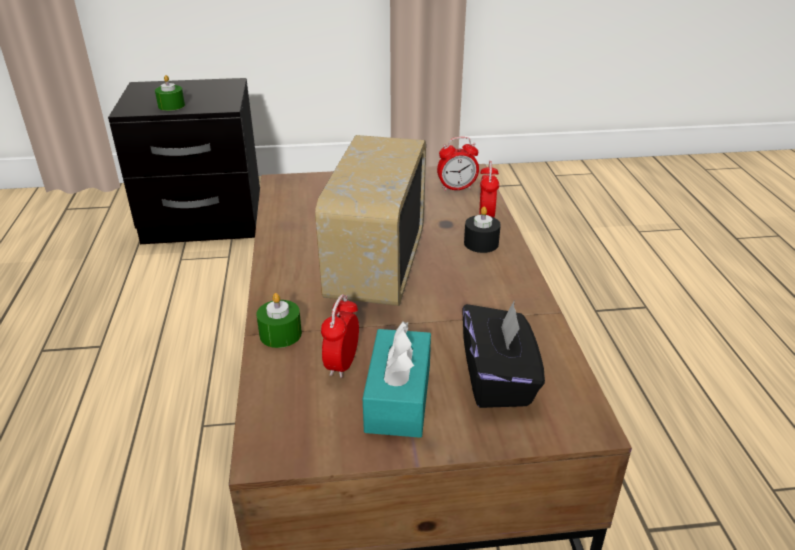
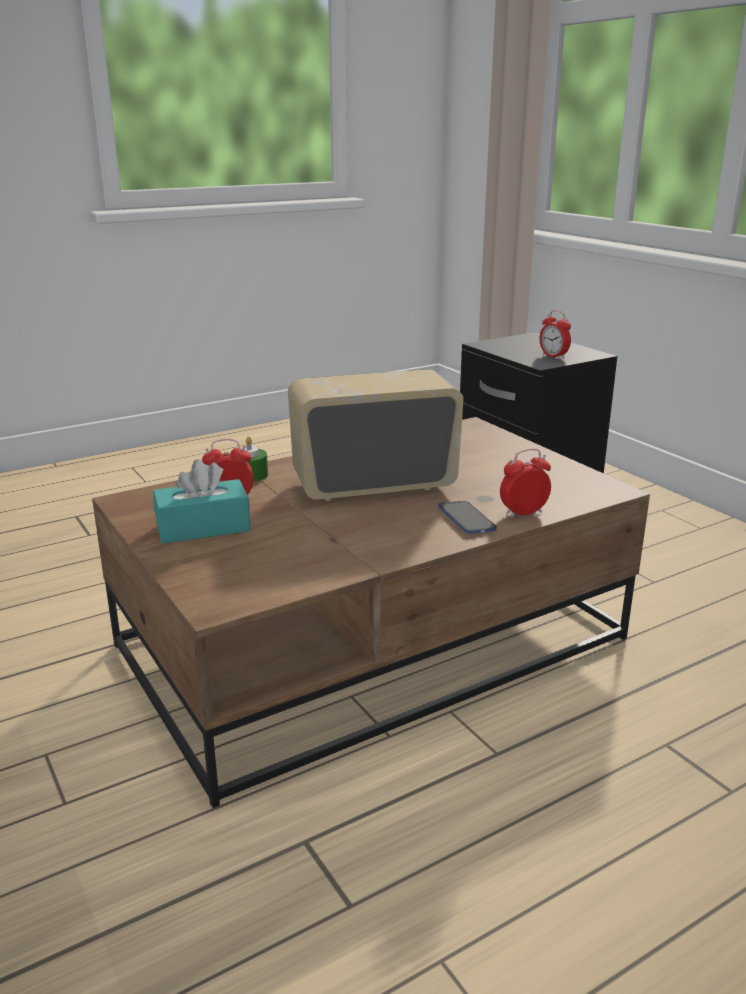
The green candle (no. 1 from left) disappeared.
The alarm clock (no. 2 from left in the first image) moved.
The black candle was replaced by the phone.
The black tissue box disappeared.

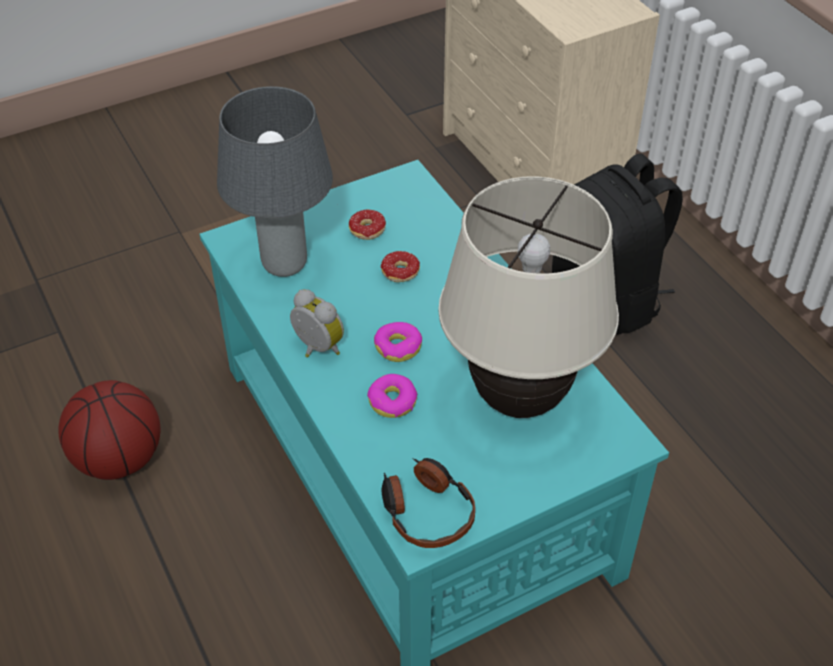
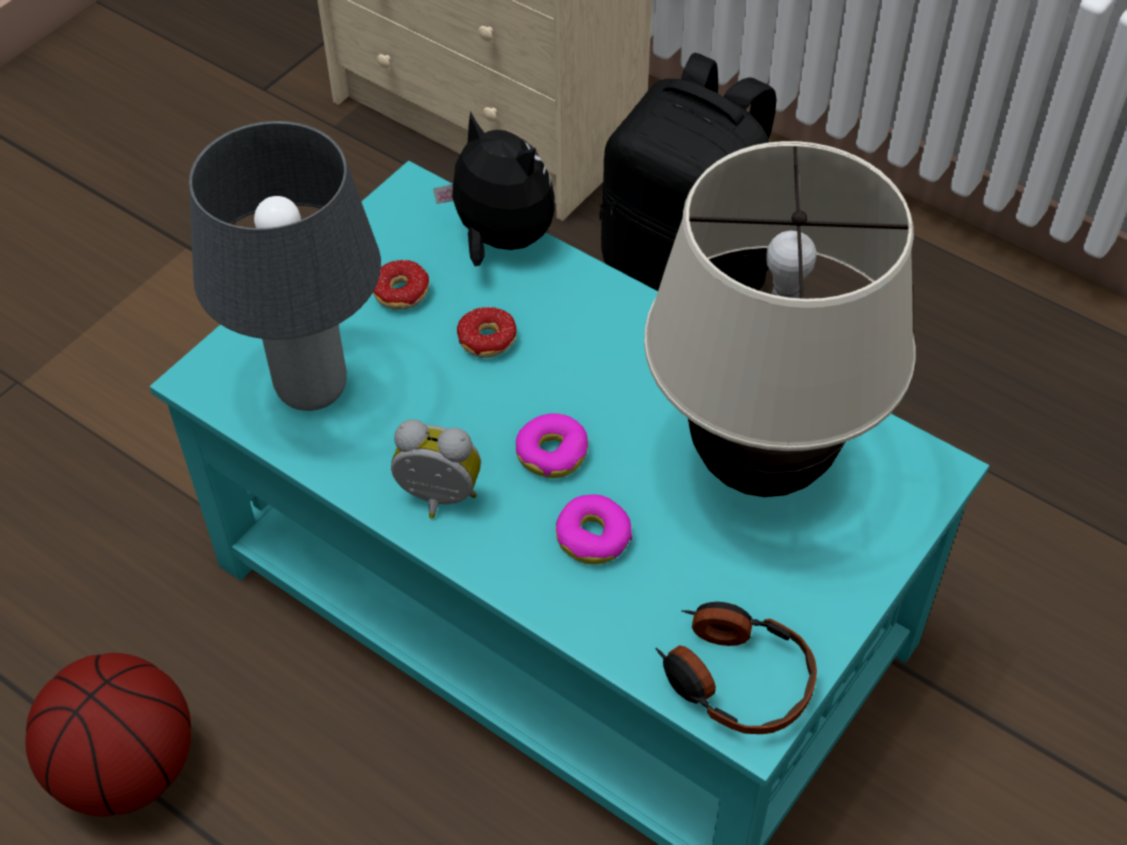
The plush toy appeared.

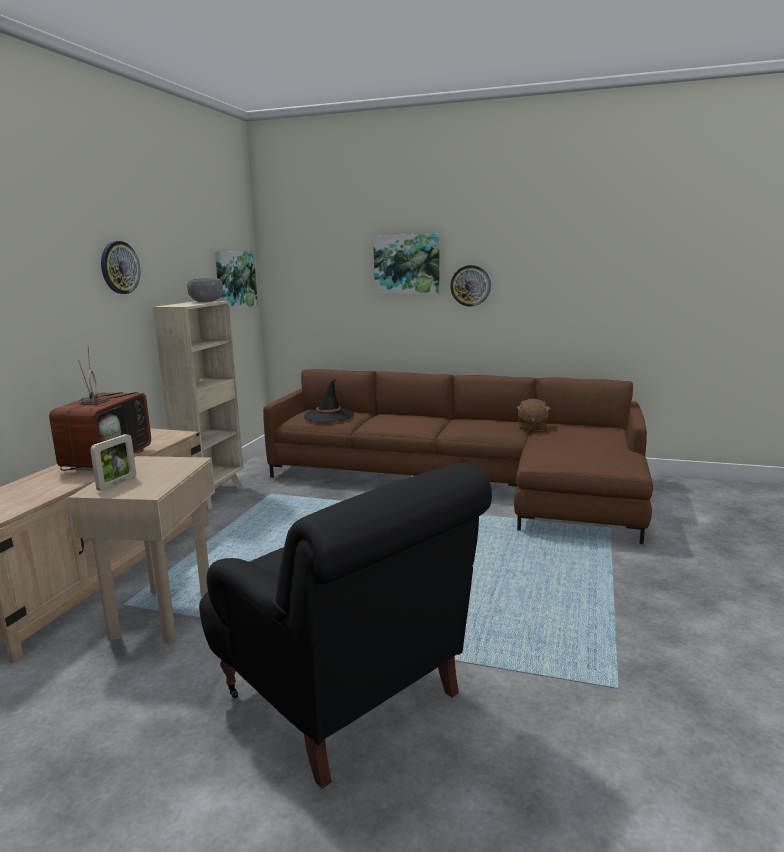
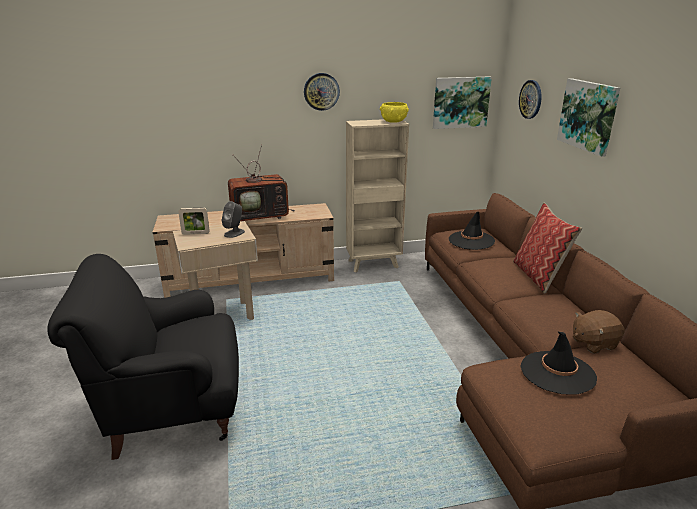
The wall clock (no. 2 from left) moved.
The grey bowl became the yellow bowl.
The black armchair turned 60 degrees clockwise.
The grey speaker appeared.
The pillow appeared.
The black hat (no. 2 from left) appeared.

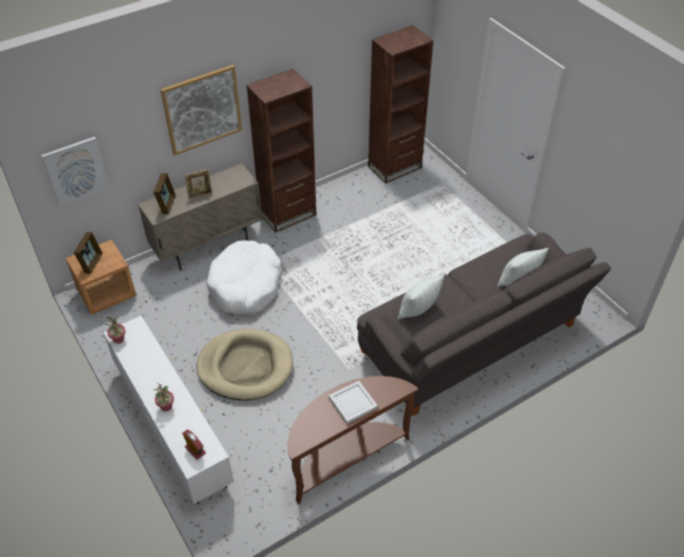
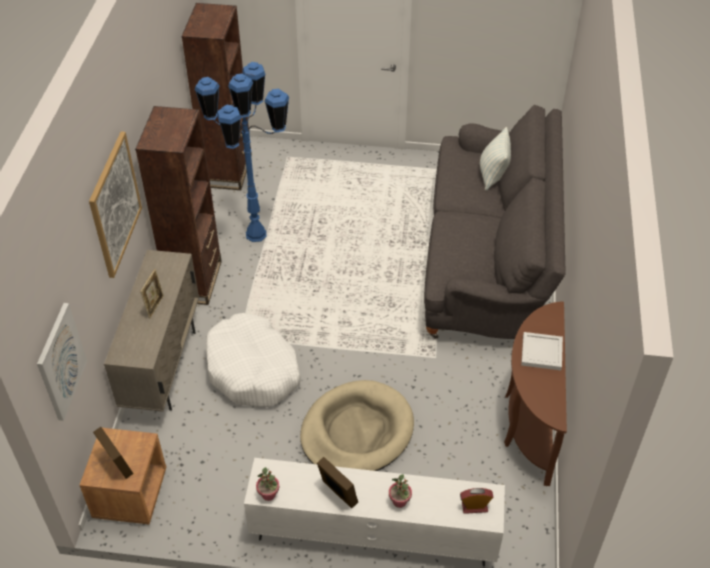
The picture frame (no. 2 from left in the first image) moved.
The pillow (no. 1 from left) disappeared.
The blue floor lamp appeared.

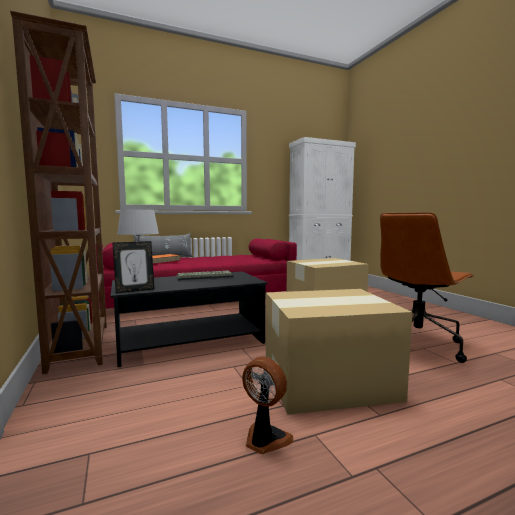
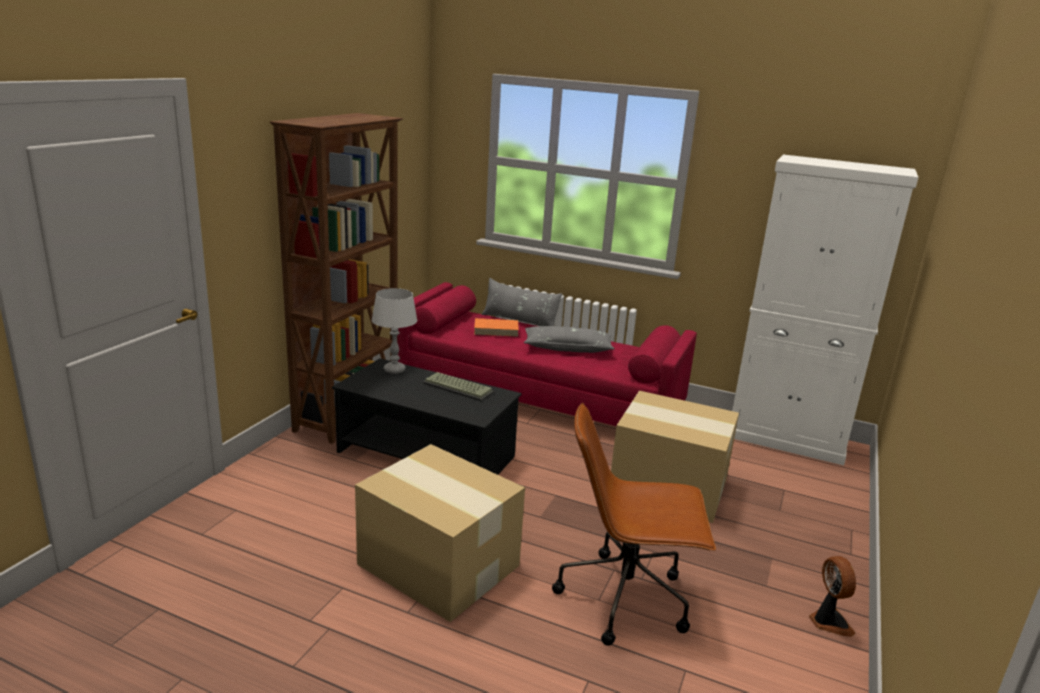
The picture frame disappeared.
The fan moved.
The grey pillow (no. 2 from left) appeared.

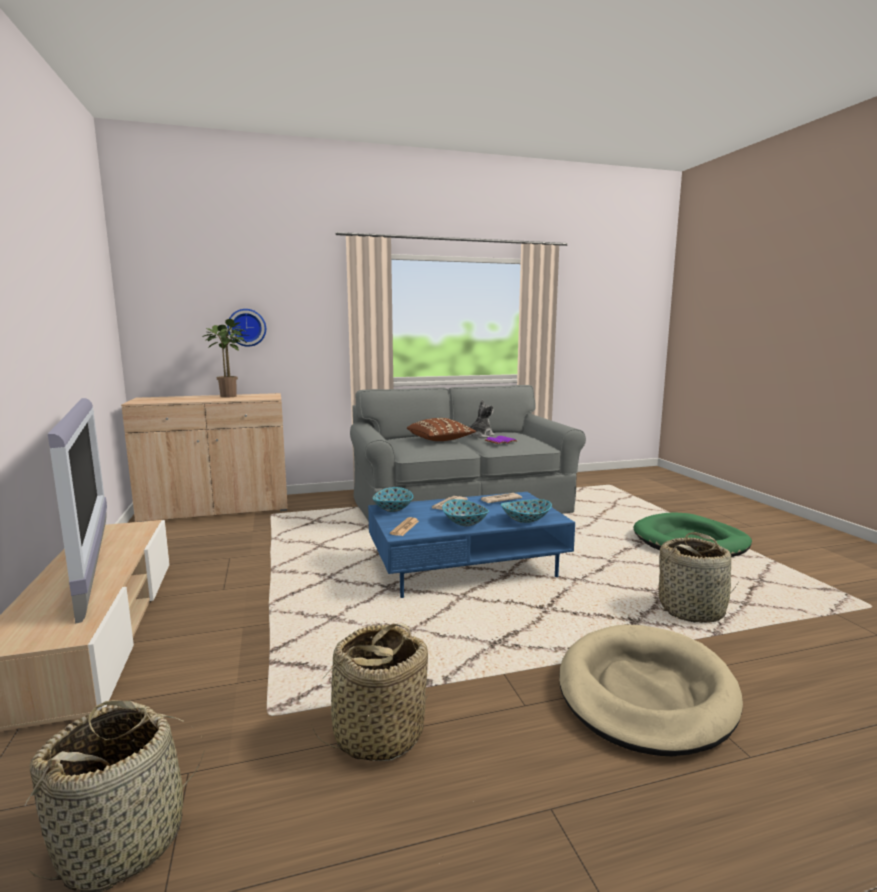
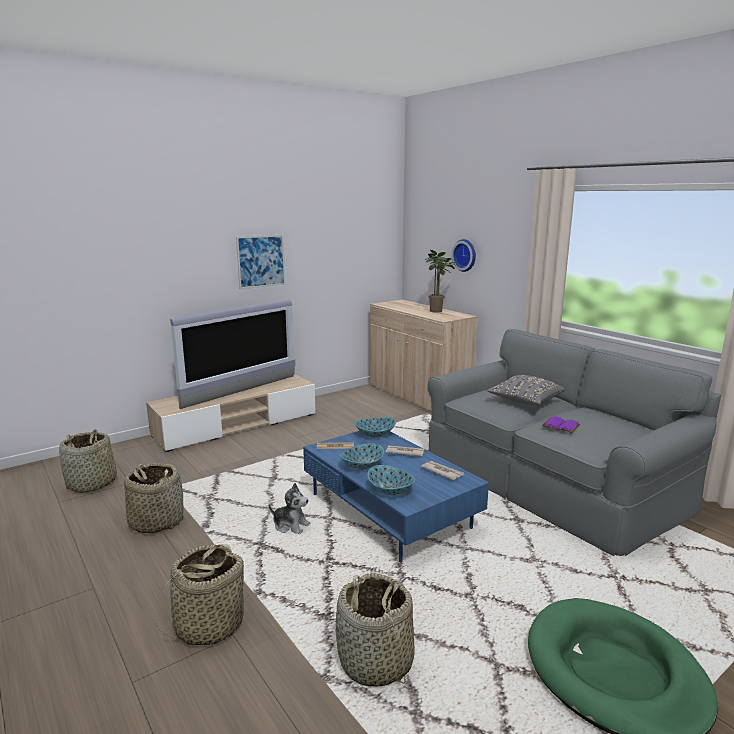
The plush toy moved.
The brown pillow became the grey pillow.
The beige dog bed was replaced by the basket (no. 3 from left).
The picture appeared.

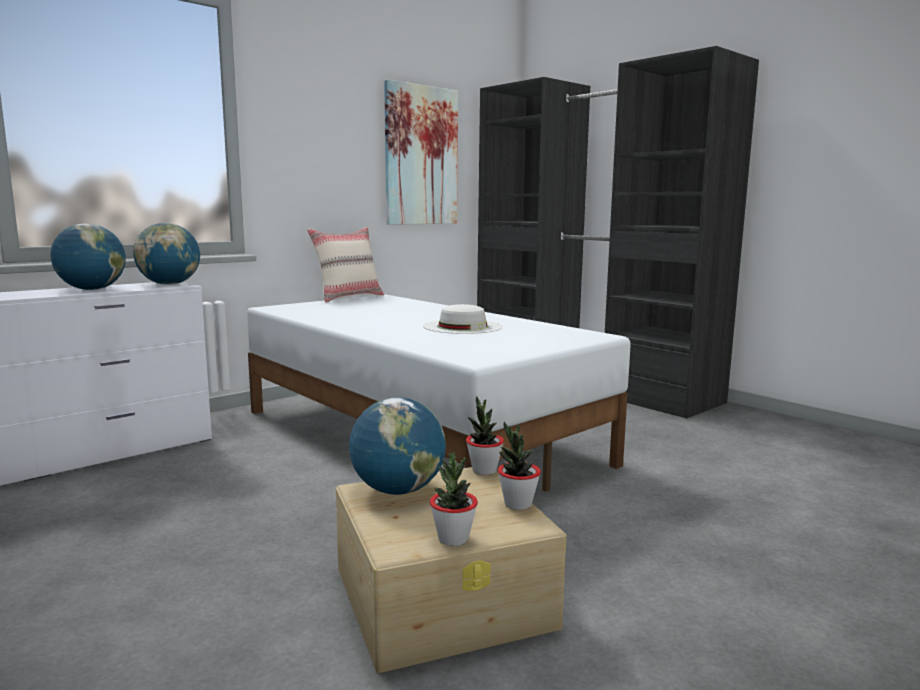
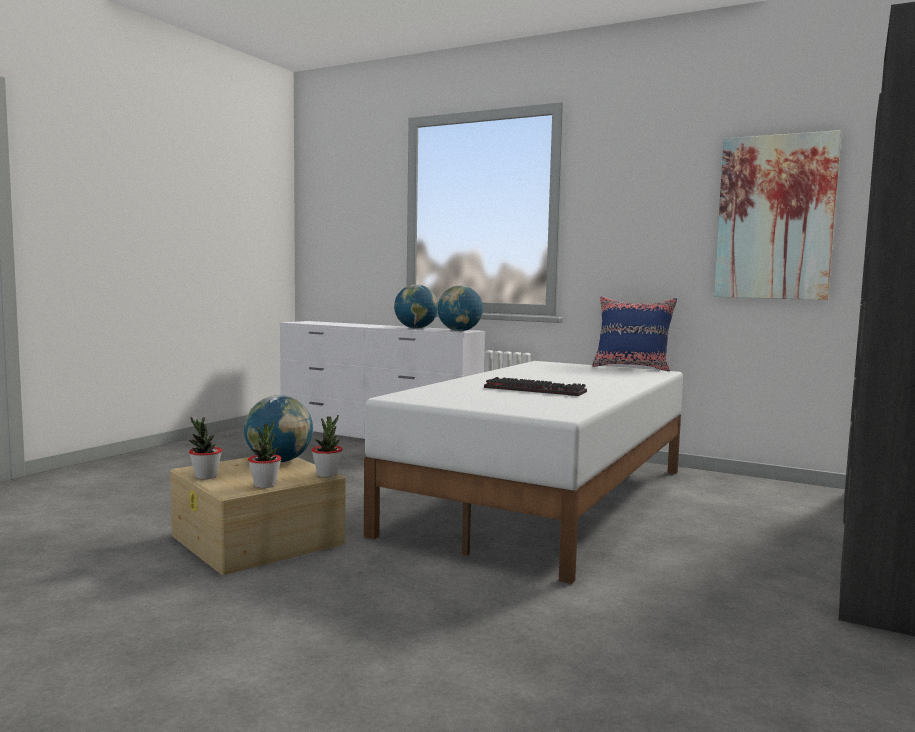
The beige pillow became the blue pillow.
The white hat was replaced by the keyboard.

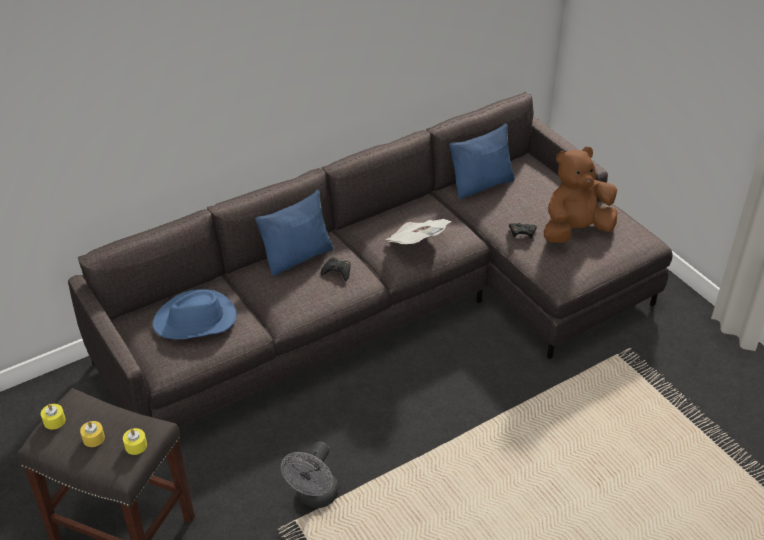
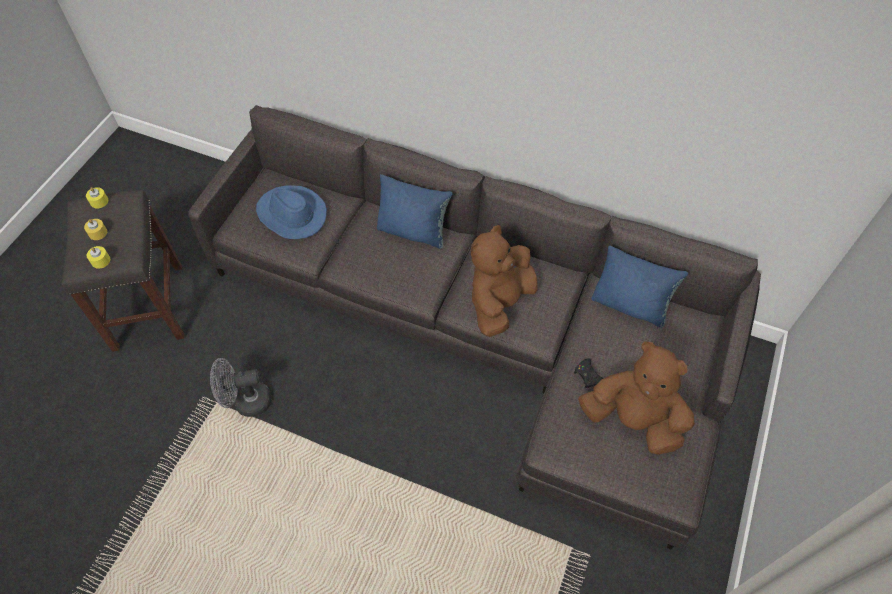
The newspaper was replaced by the brown plush toy (no. 1 from left).
The black game controller (no. 1 from left) disappeared.

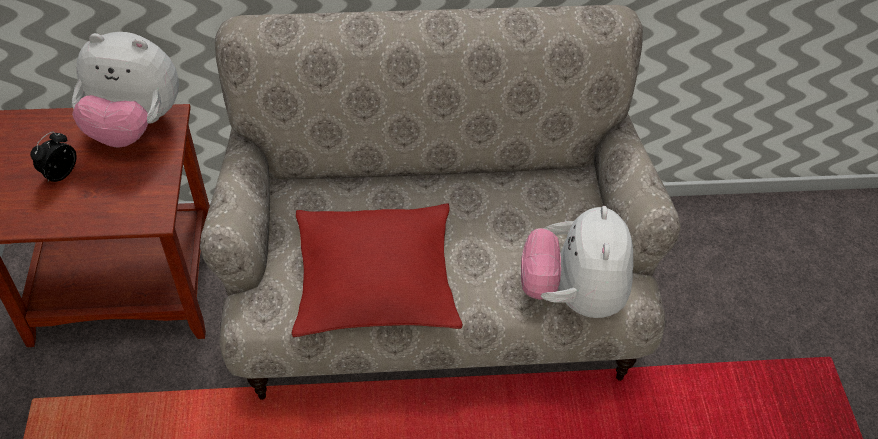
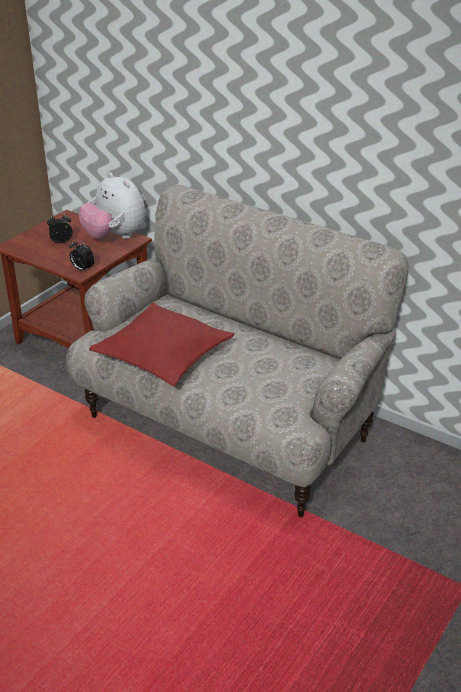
The plush toy (no. 2 from left) disappeared.
The alarm clock (no. 2 from left) appeared.

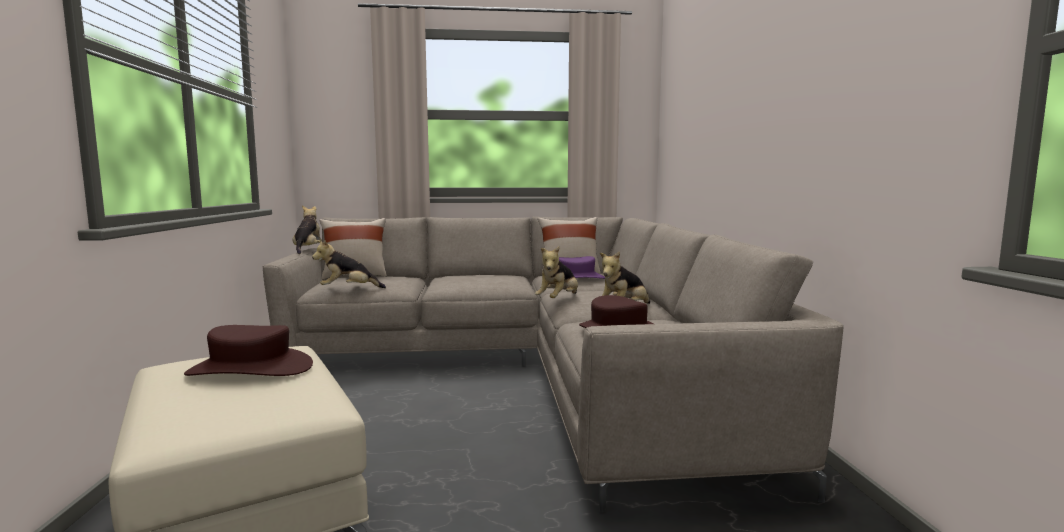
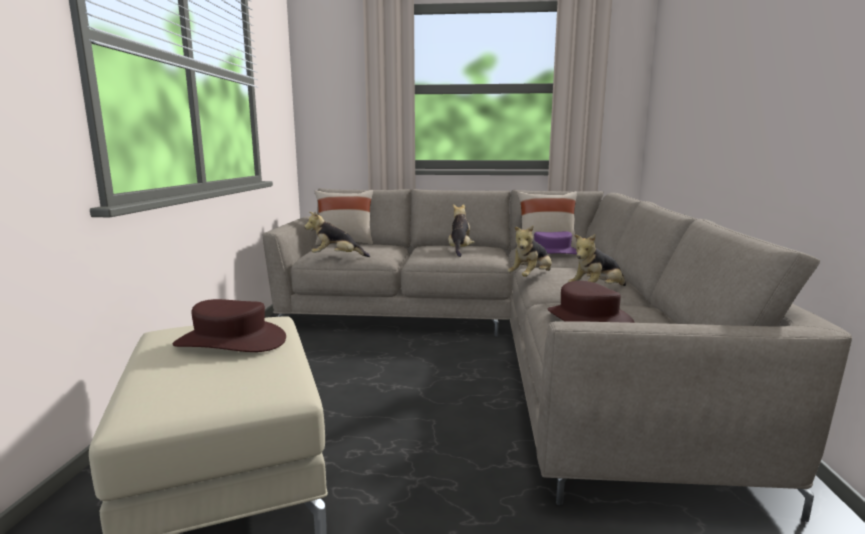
The plush toy (no. 1 from left in the first image) moved.

